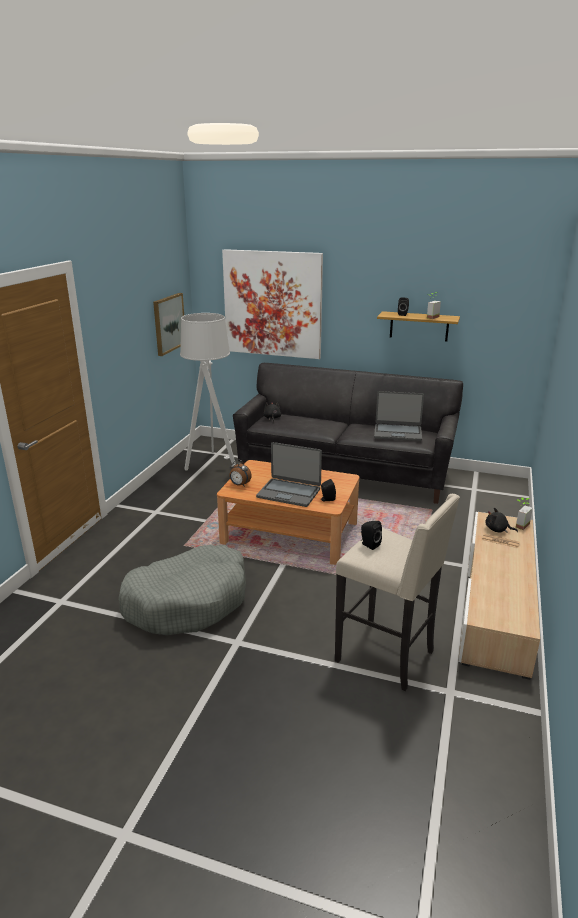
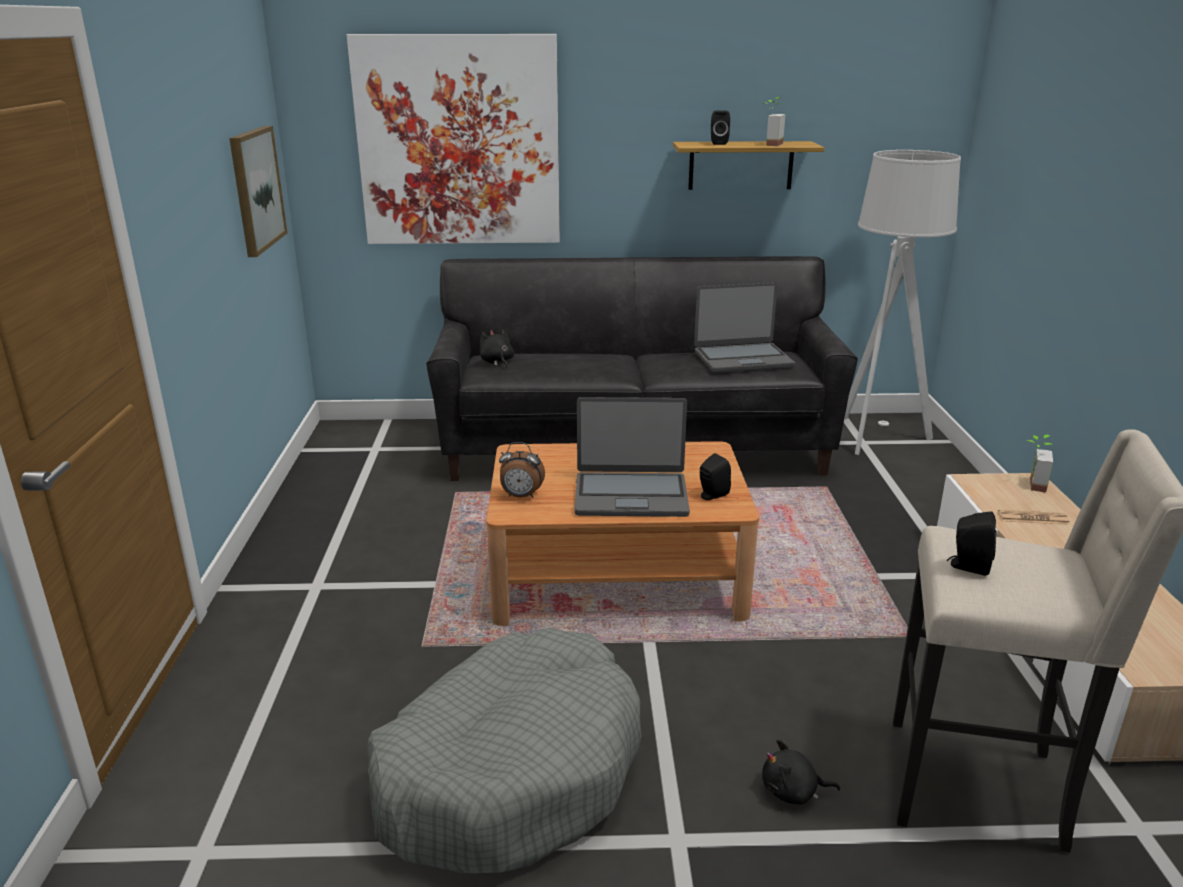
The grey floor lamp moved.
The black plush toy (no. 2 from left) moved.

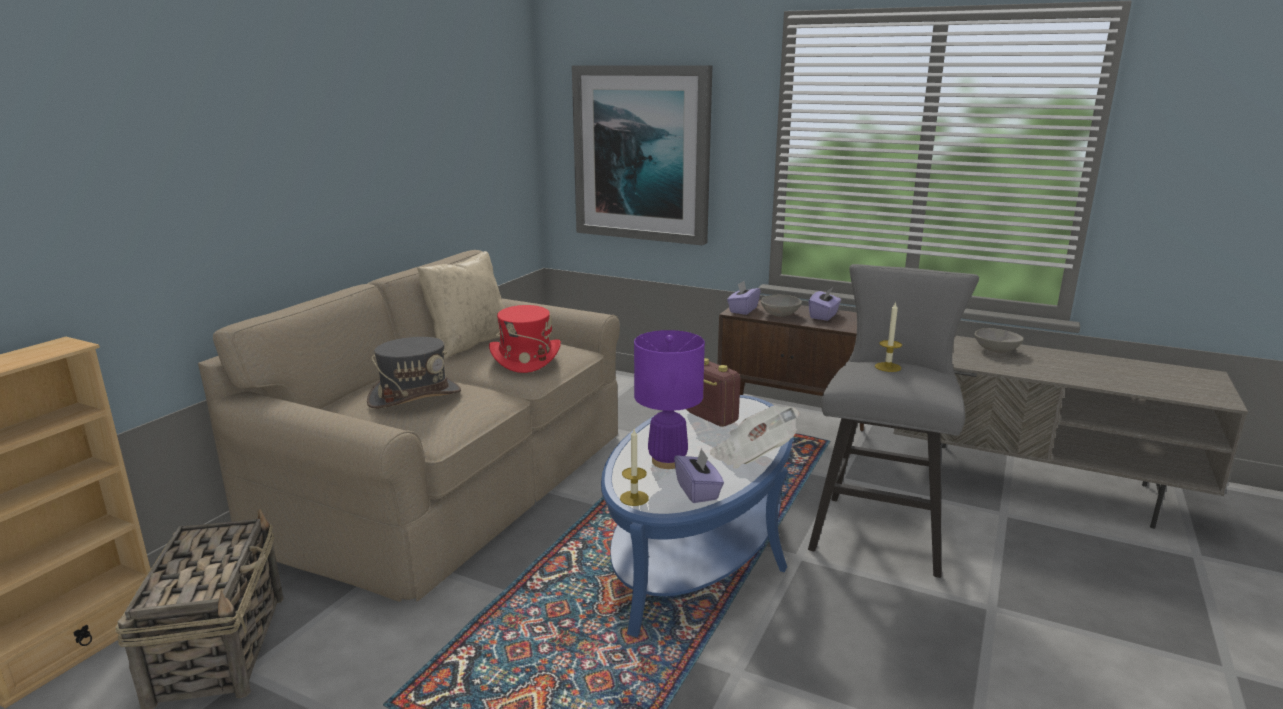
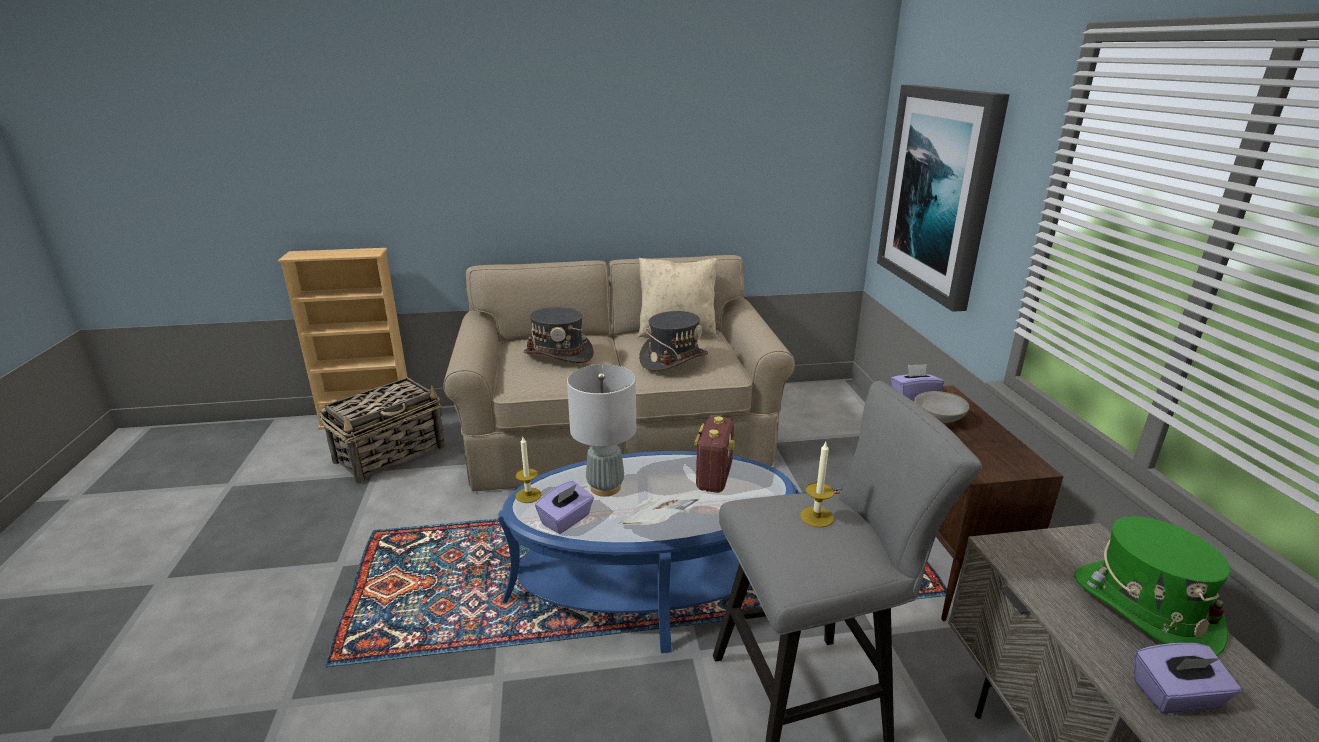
The purple tissue box (no. 3 from left) moved.
The red hat became the grey hat (no. 2 from left).
The grey bowl (no. 2 from left) was replaced by the green hat.
The purple table lamp became the grey table lamp.

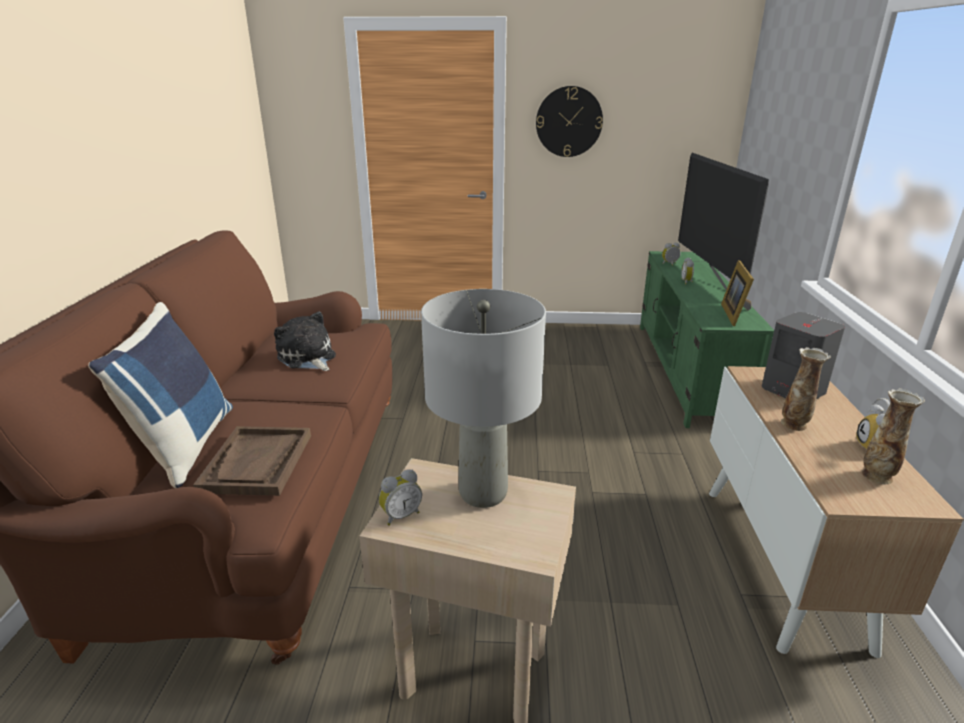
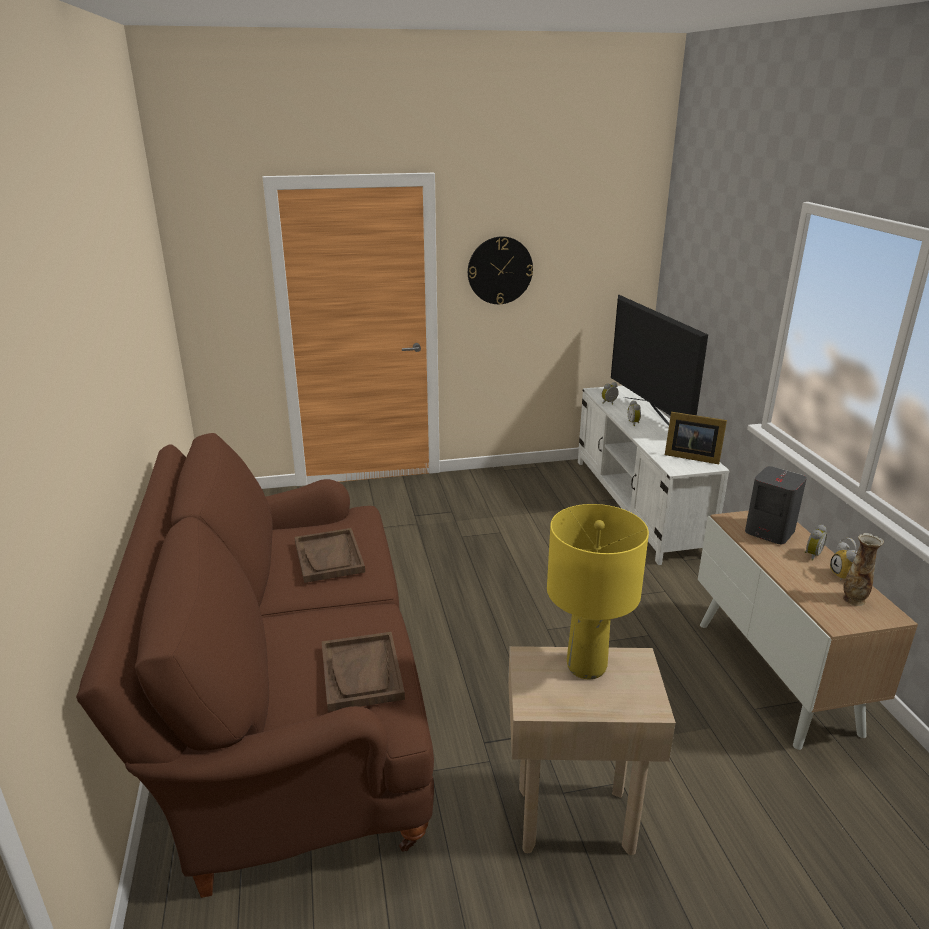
The green tv stand became the white tv stand.
The picture frame turned 60 degrees counterclockwise.
The grey table lamp became the yellow table lamp.
The blue pillow disappeared.
The plush toy was replaced by the brown tray (no. 1 from left).
The vase (no. 1 from left) disappeared.
The alarm clock (no. 1 from left in the first image) moved.

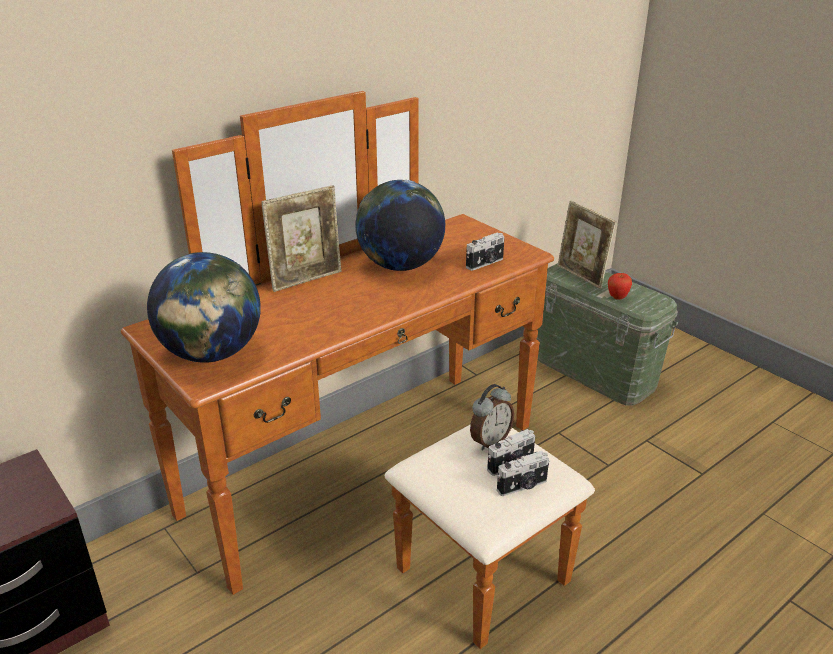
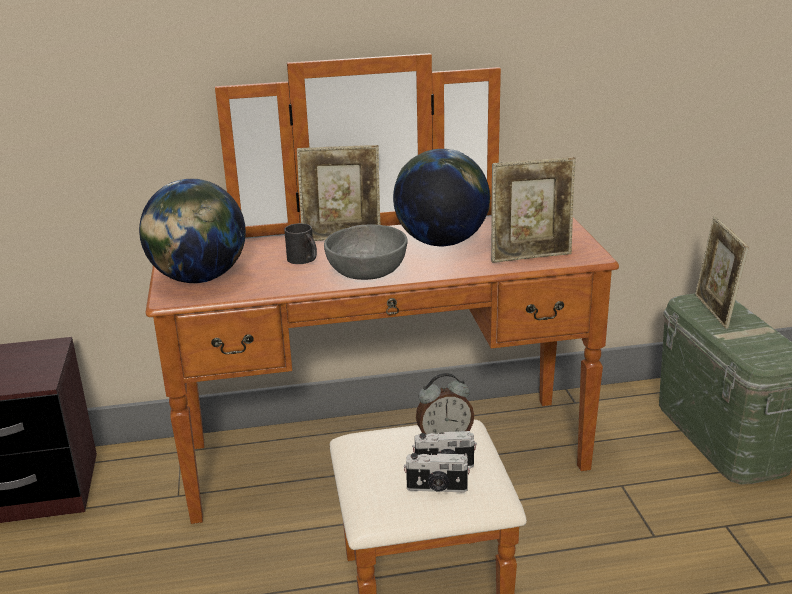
The photo camera (no. 1 from left) was replaced by the picture frame (no. 2 from left).
The apple disappeared.
The black mug appeared.
The grey bowl appeared.

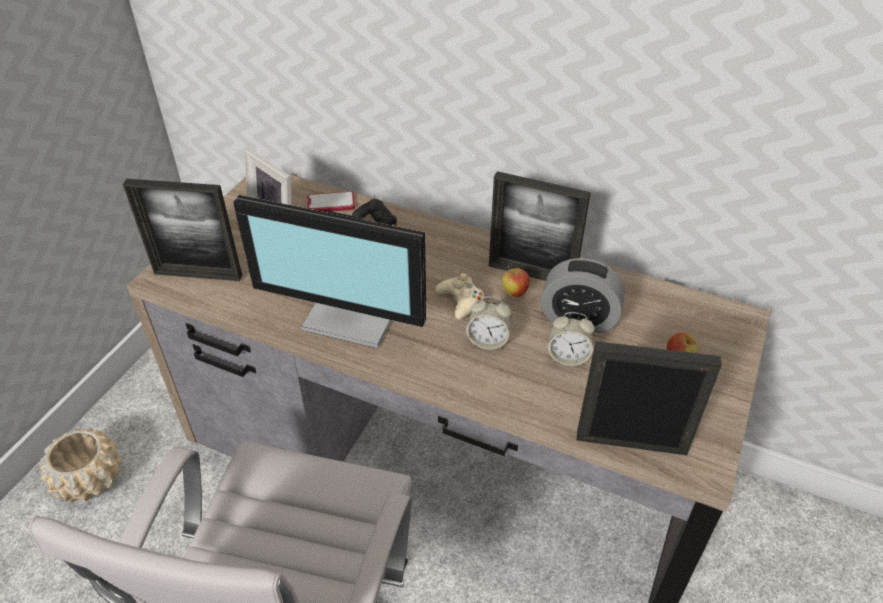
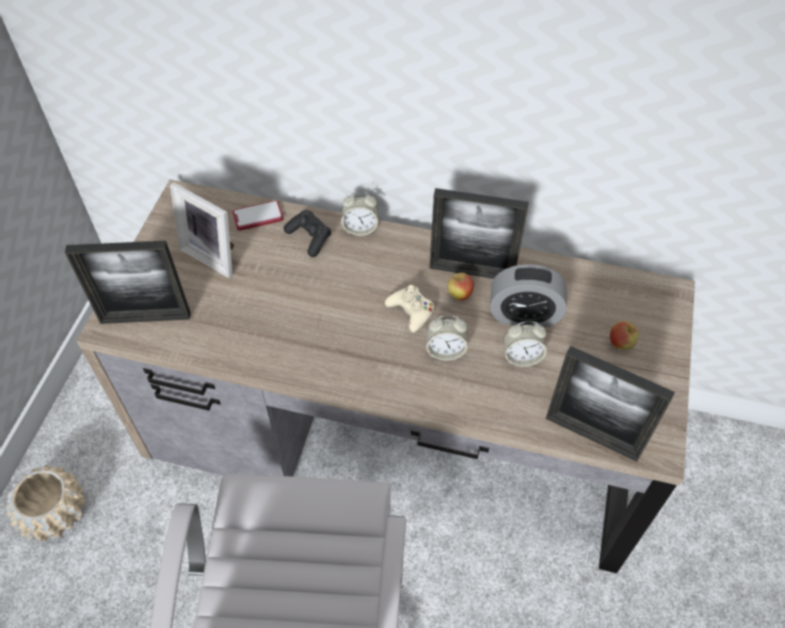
The monitor disappeared.
The picture frame (no. 4 from left) turned 150 degrees counterclockwise.
The alarm clock (no. 1 from left) appeared.

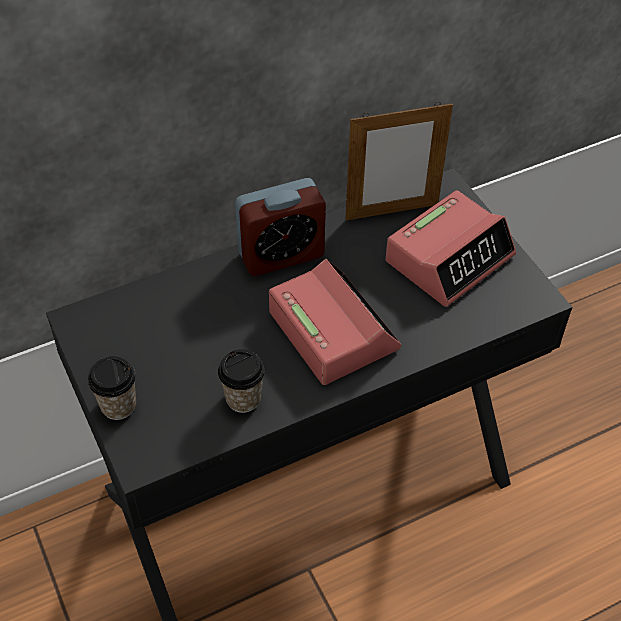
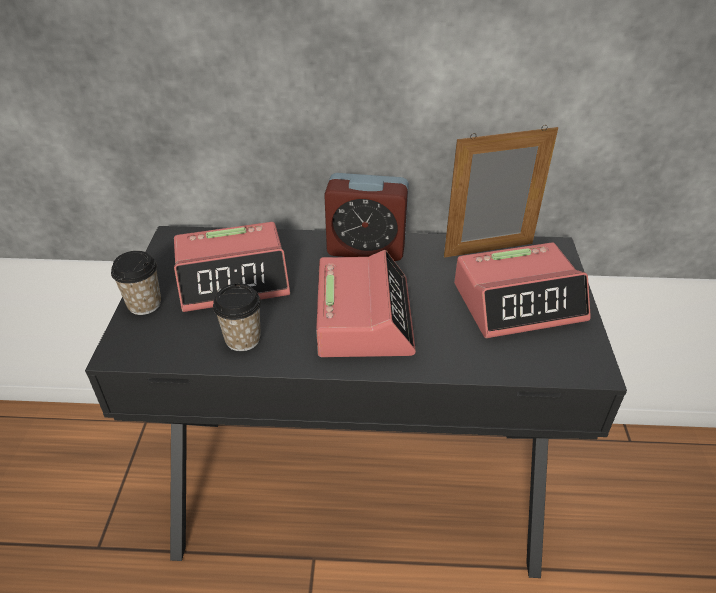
The picture frame turned 150 degrees clockwise.
The alarm clock (no. 1 from left) appeared.

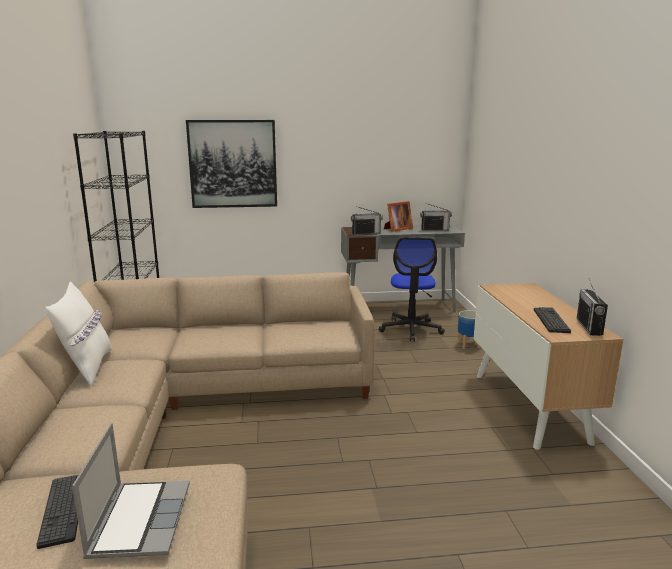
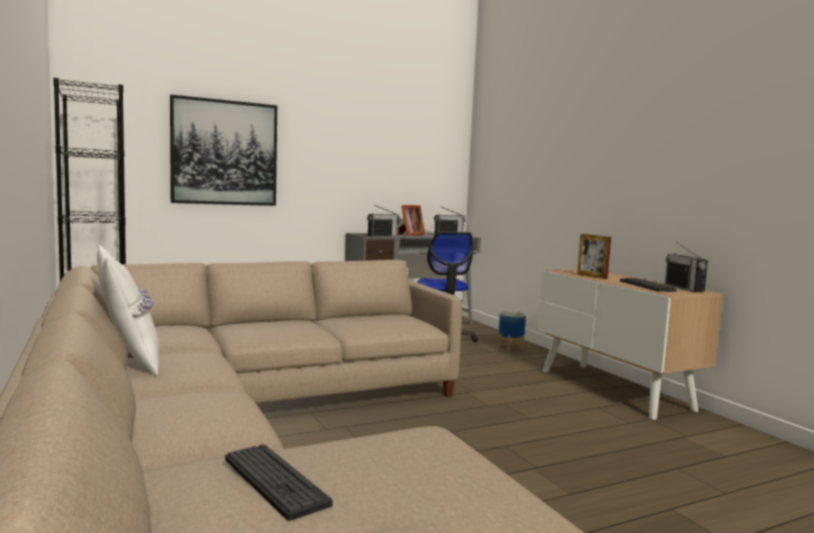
The laptop disappeared.
The picture frame (no. 2 from left) appeared.

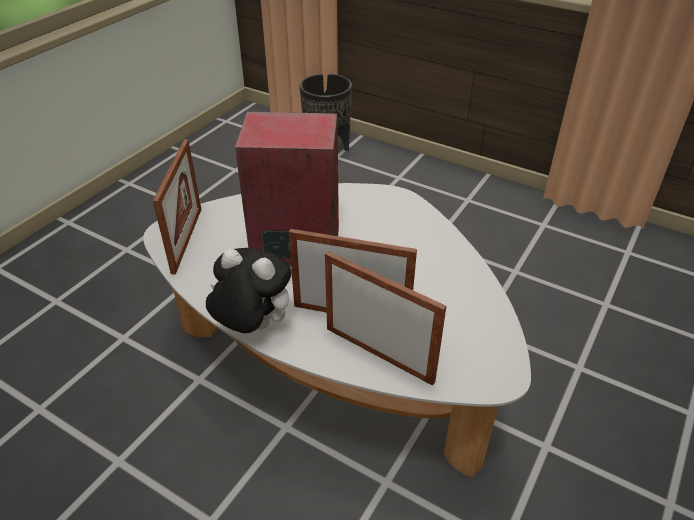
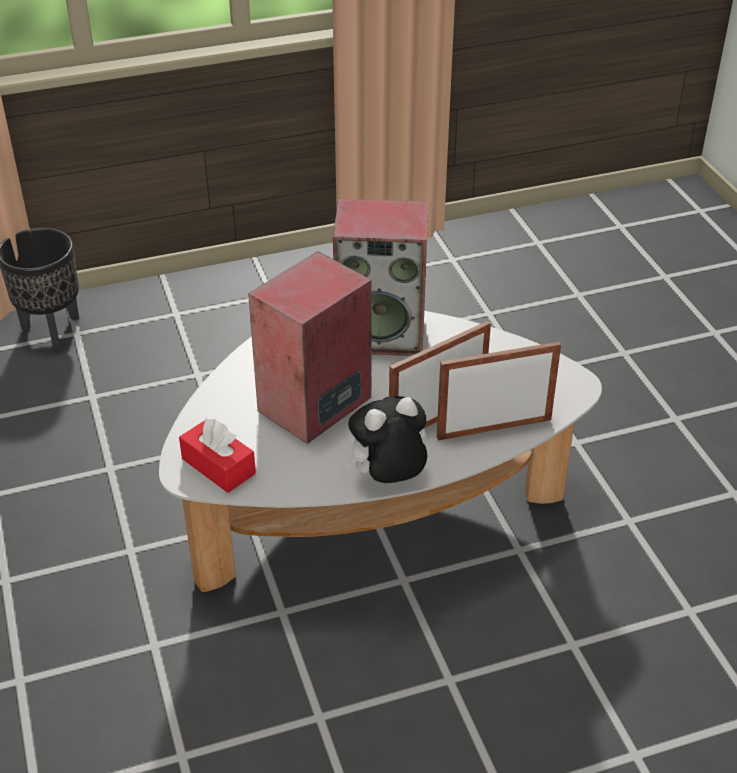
The picture frame (no. 1 from left) was replaced by the red tissue box.
The speaker (no. 2 from left) appeared.

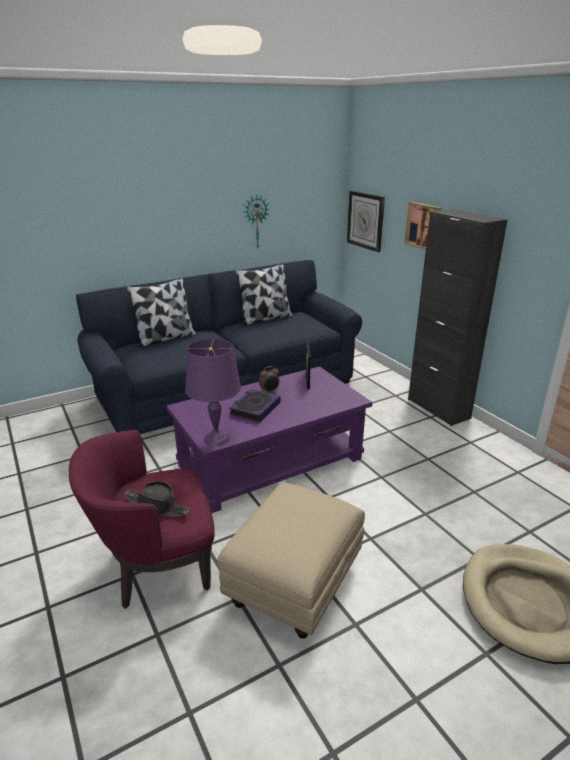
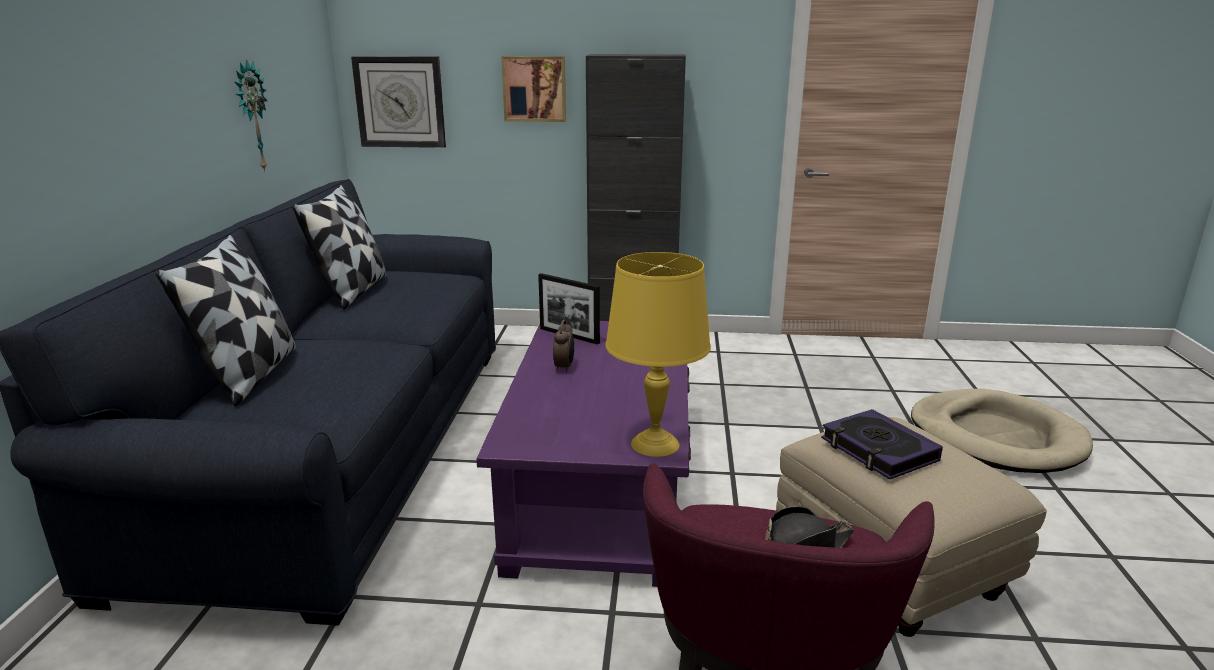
The purple table lamp became the yellow table lamp.
The book moved.

